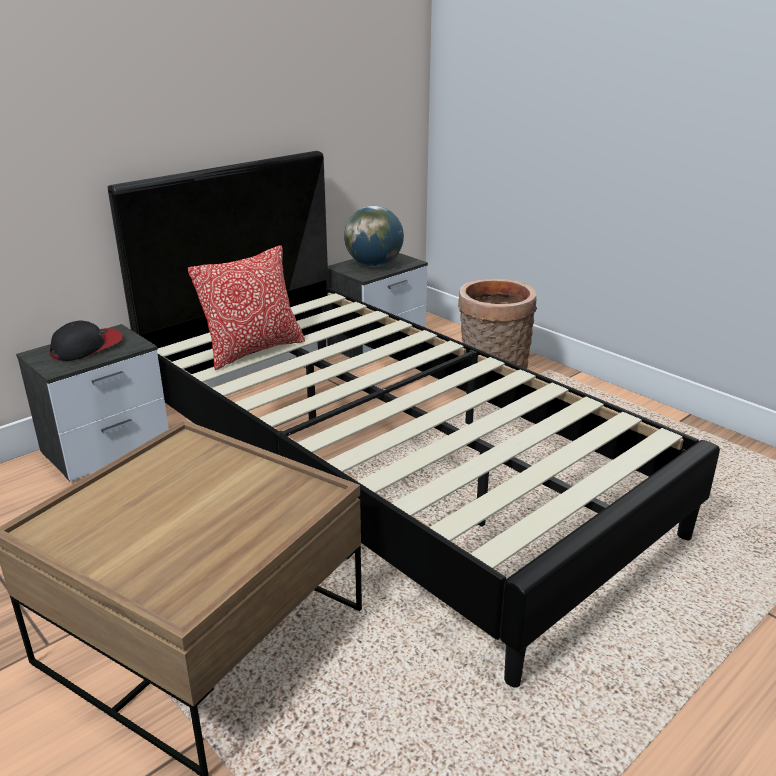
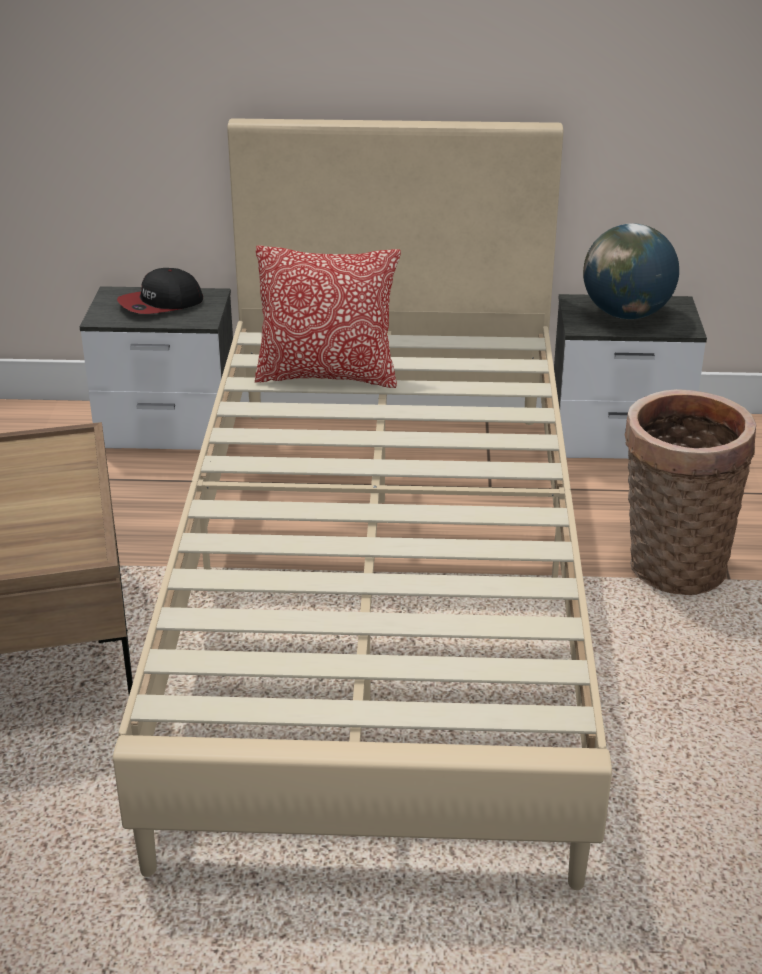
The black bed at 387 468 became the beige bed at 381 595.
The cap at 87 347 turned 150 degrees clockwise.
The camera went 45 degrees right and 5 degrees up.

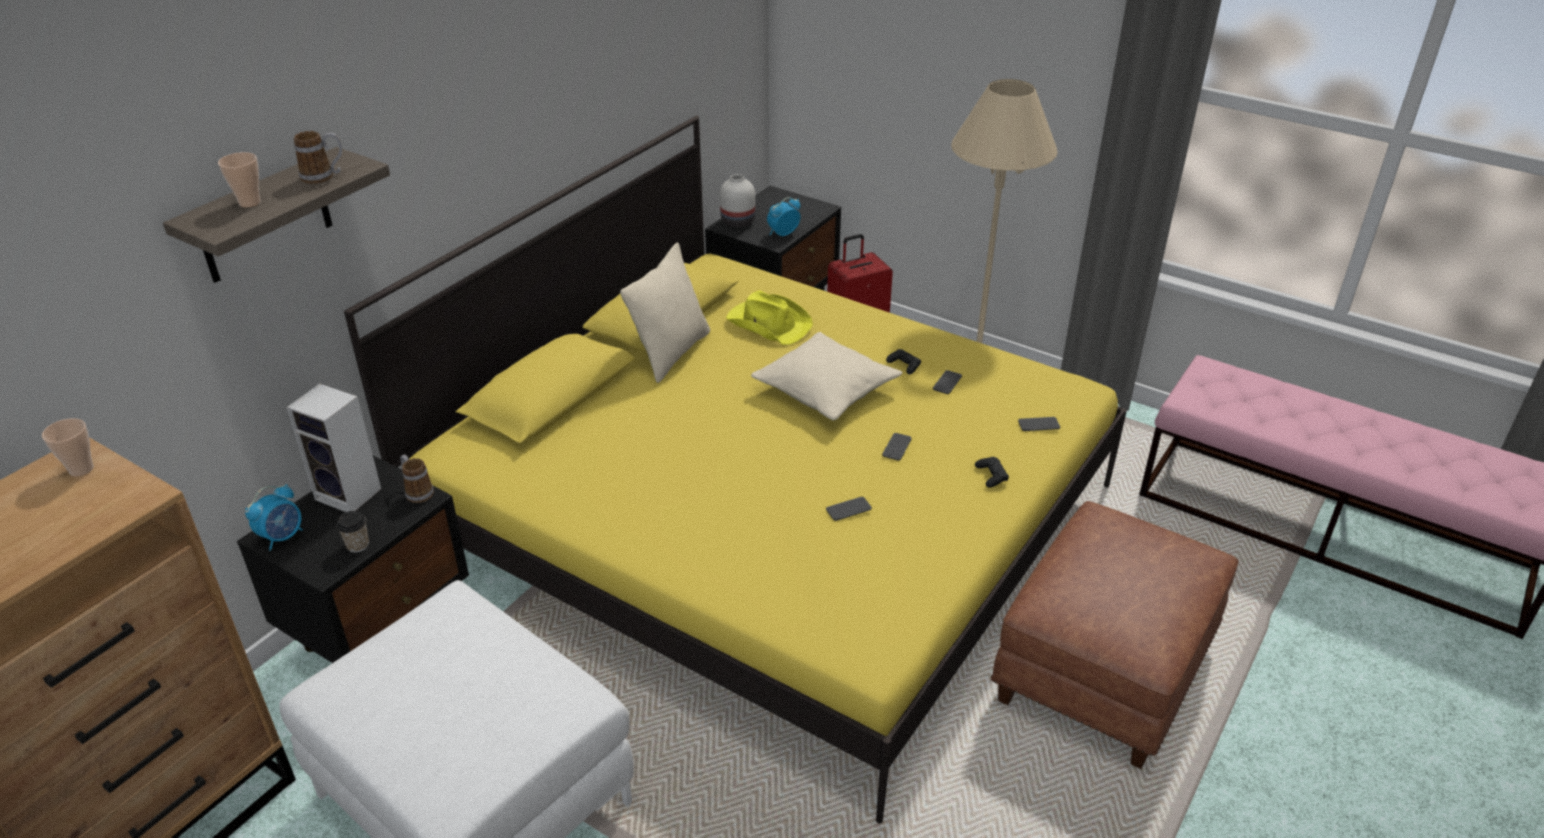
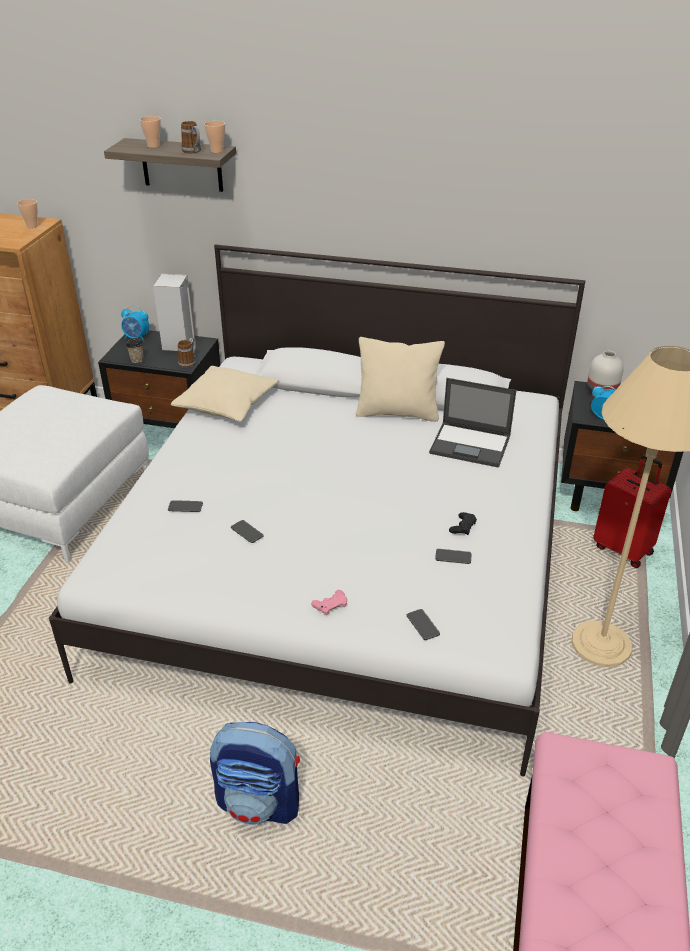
The yellow bed at 771 522 became the white bed at 345 558.
The phone moved from 896 447 to 185 507.
The beige pillow moved from 825 390 to 226 405.
The cup at 217 151 appeared.
The brown ottoman at 1102 669 was replaced by the backpack at 260 802.
The black game controller at 991 475 became the pink game controller at 330 605.
The yellow hat at 768 323 was replaced by the laptop at 471 445.
The camera went 70 degrees right and 0 degrees up.

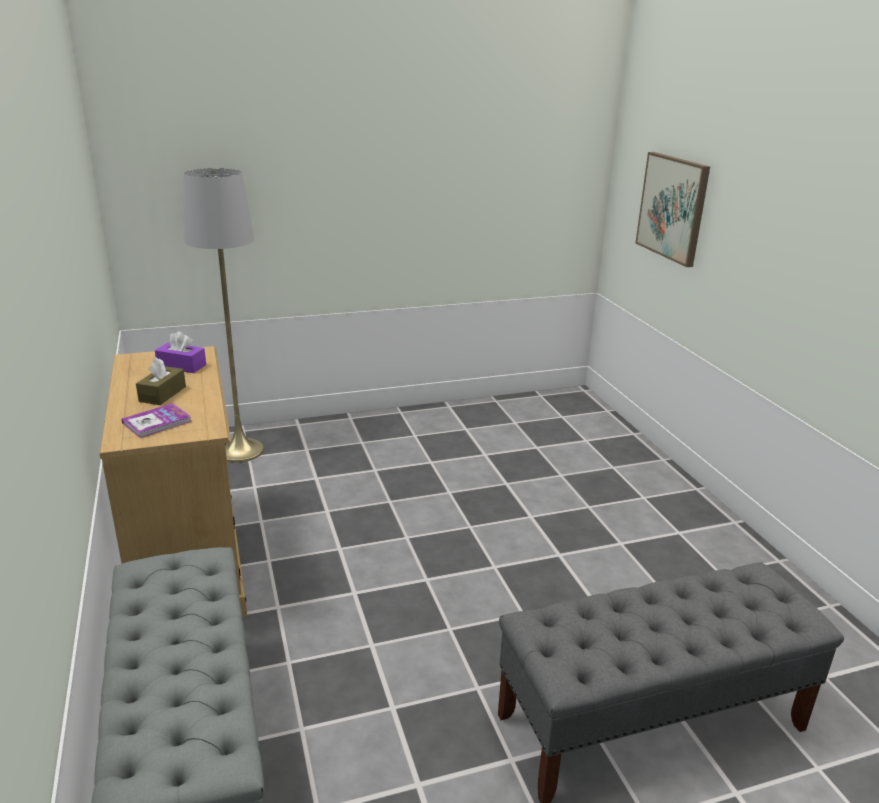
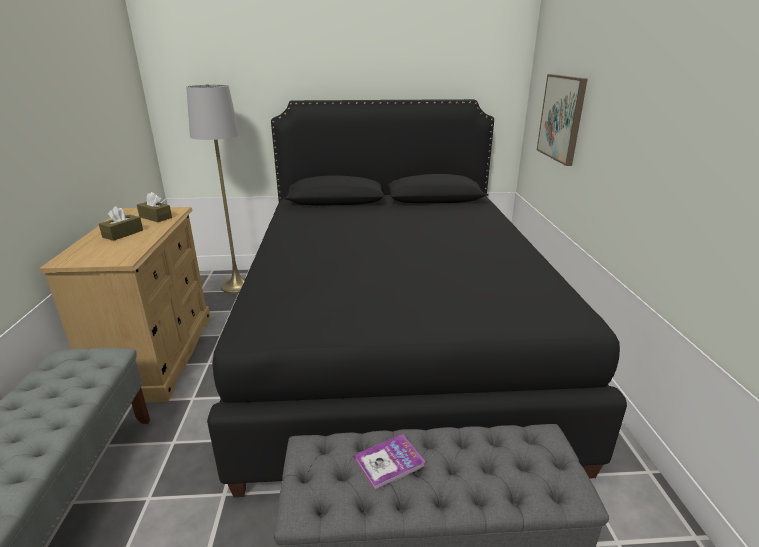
The purple tissue box at 181 366 became the brown tissue box at 155 217.
The black bed at 394 343 appeared.
The book moved from 157 422 to 389 462.
The camera went 15 degrees right and 0 degrees up.

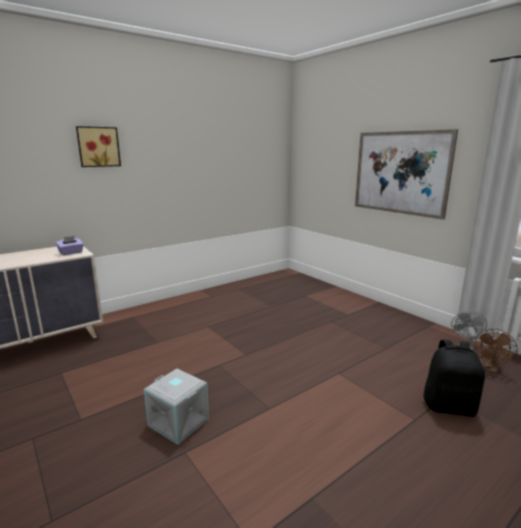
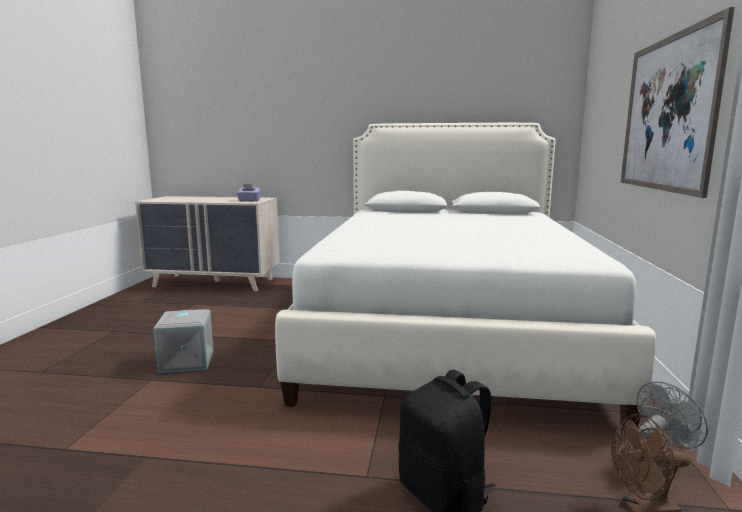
The white bed at 449 329 appeared.
The picture at 98 147 disappeared.
The camera went 45 degrees right and 5 degrees down.

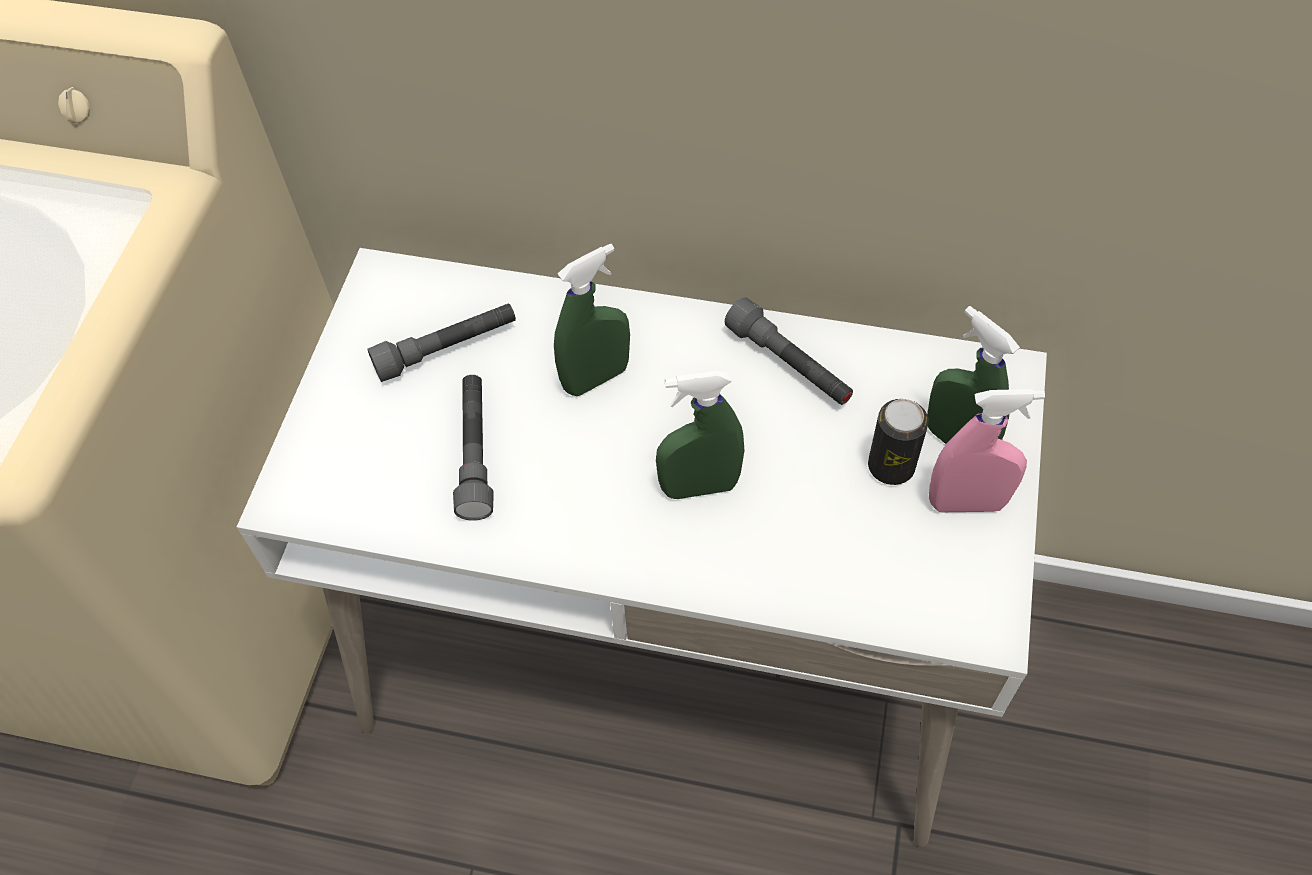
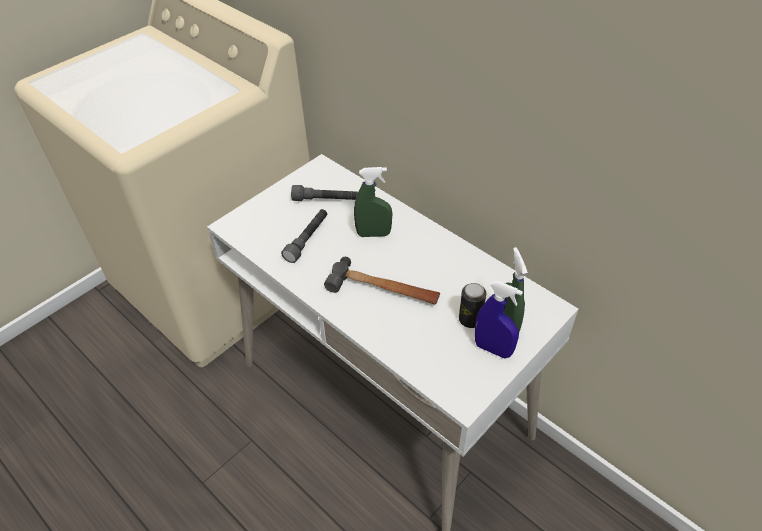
The green spray bottle at 699 487 was replaced by the hammer at 383 290.
The pink spray bottle at 966 503 became the blue spray bottle at 493 349.
The grey flashlight at 789 365 disappeared.
The camera went 30 degrees right and 10 degrees down.

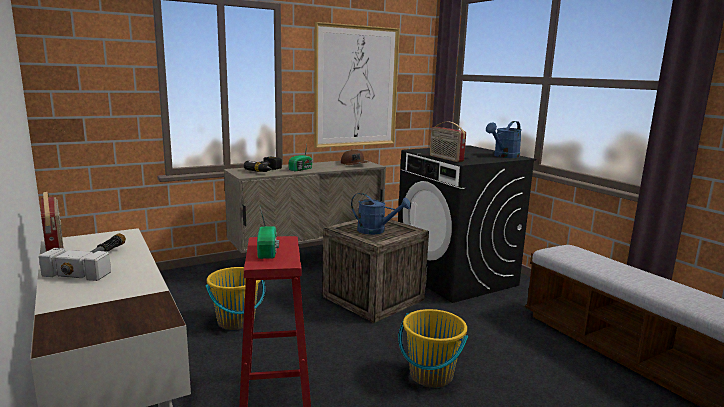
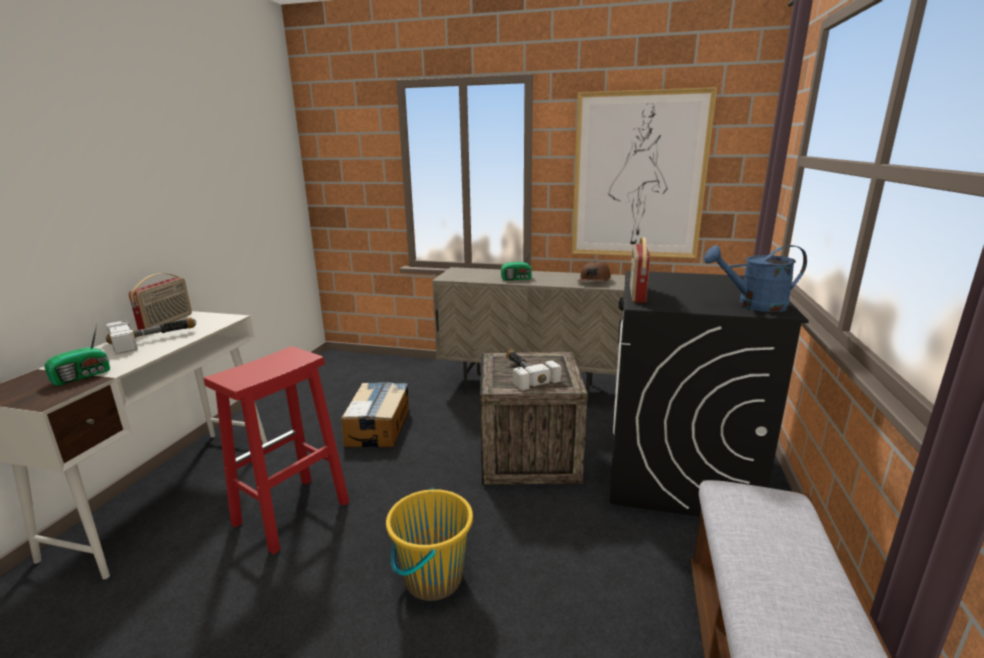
The radio moved from 268 251 to 83 376.
The yellow bucket at 236 322 was replaced by the cardboard box at 379 426.
The blue watering can at 376 231 was replaced by the hammer at 525 373.
The power drill at 267 171 disappeared.
The camera went 45 degrees right and 5 degrees up.

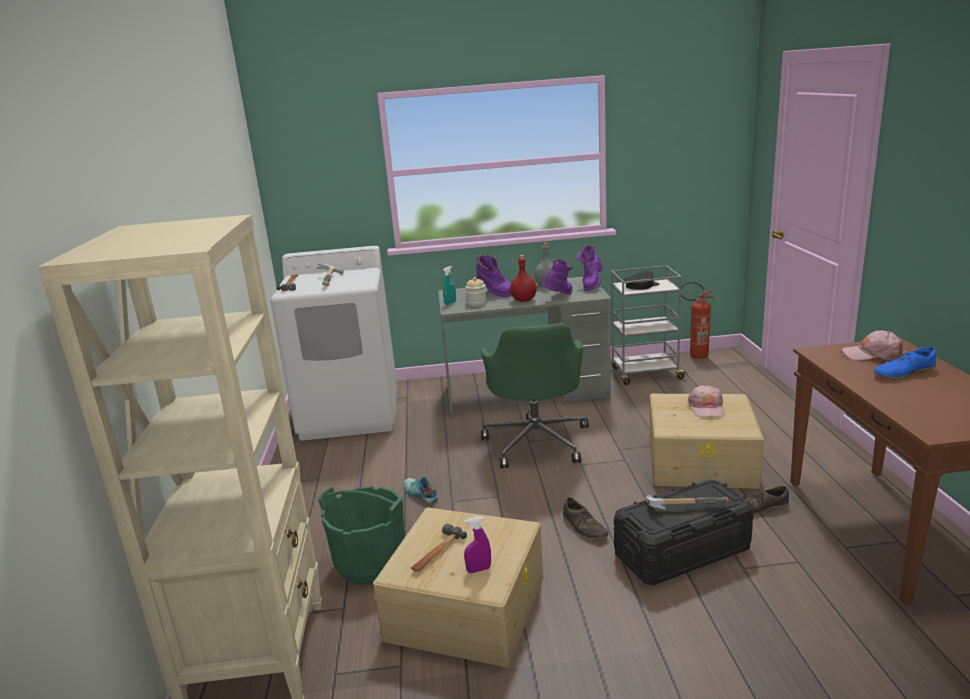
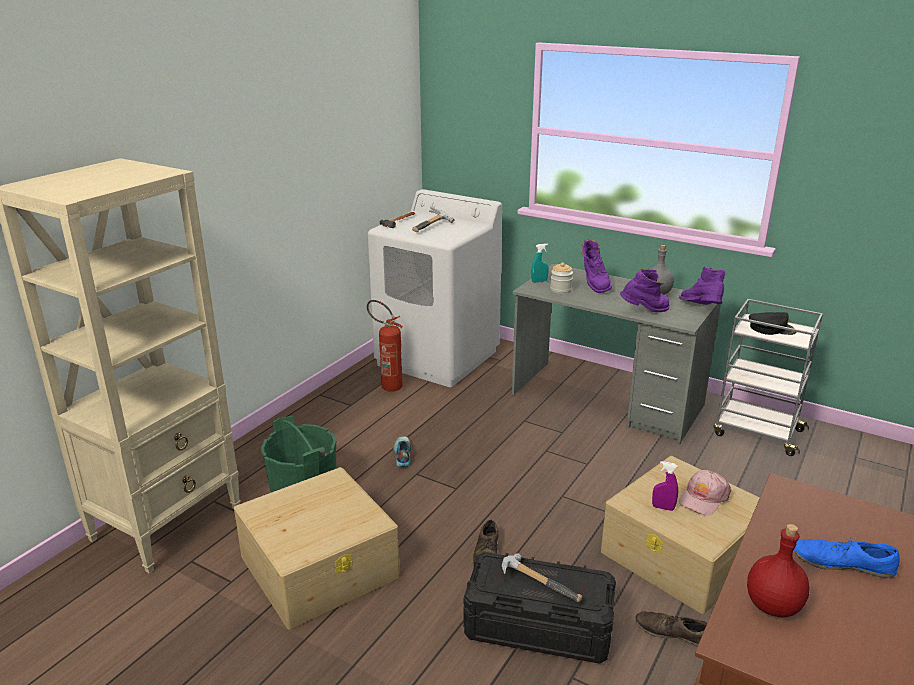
The fire extinguisher moved from 694 356 to 387 385.
The purple spray bottle moved from 479 569 to 663 508.
The purple boot at 591 285 turned 105 degrees clockwise.
The red bottle moved from 524 300 to 774 606.
The hammer at 437 552 disappeared.
The green office chair at 537 441 disappeared.
The pink cap at 873 354 disappeared.
The camera went 35 degrees right and 5 degrees up.

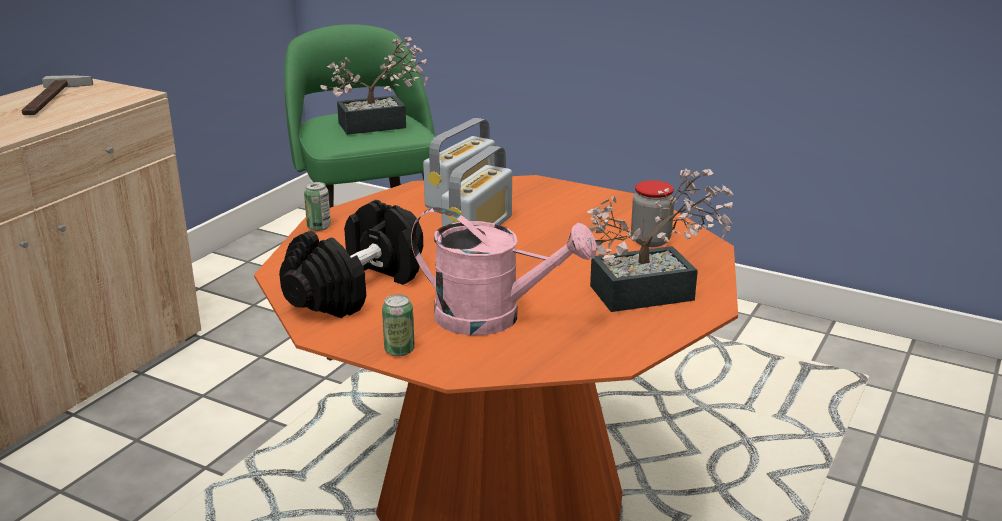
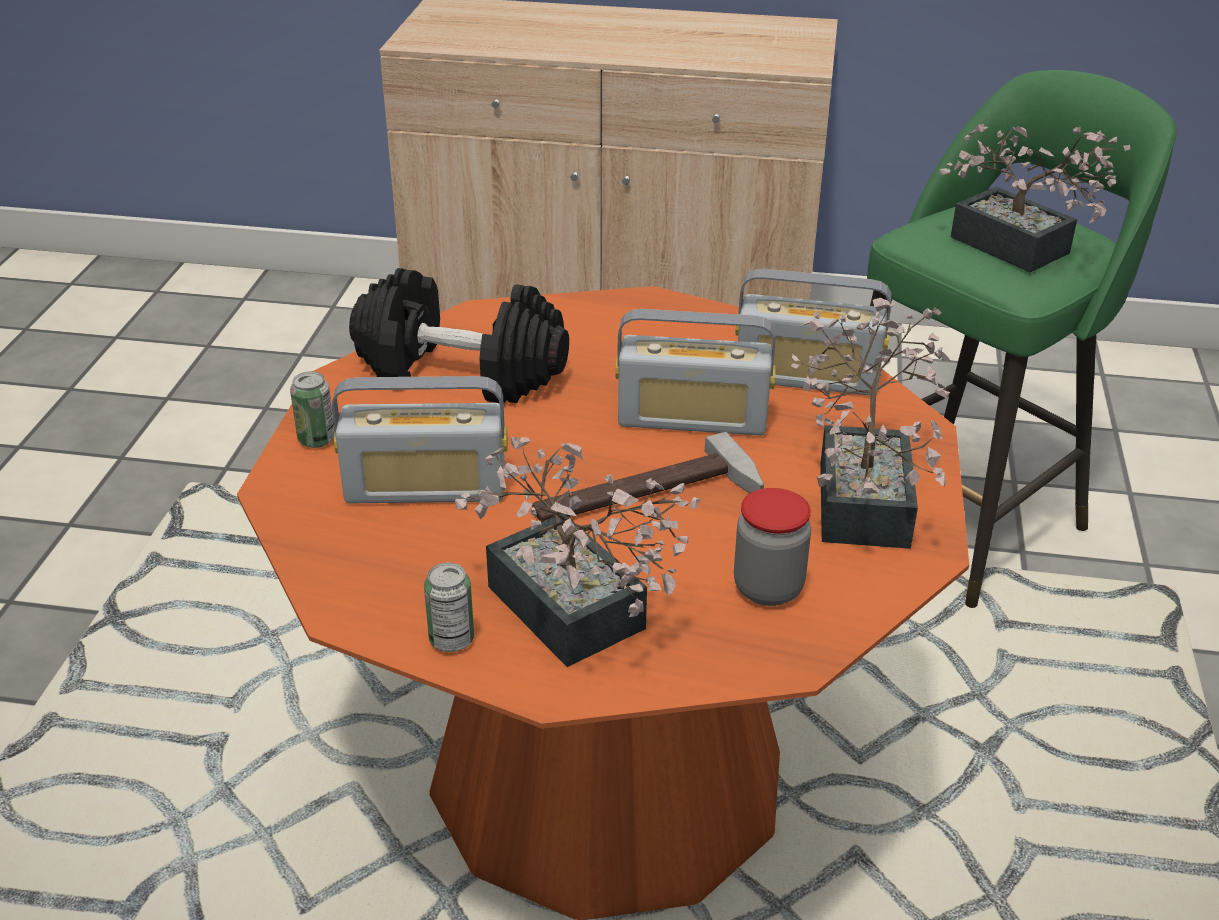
The pink watering can at 493 318 was replaced by the radio at 426 488.
The can moved from 319 227 to 451 640.
The hammer moved from 54 99 to 647 498.
The potted plant at 865 493 appeared.
The camera went 70 degrees right and 10 degrees up.

